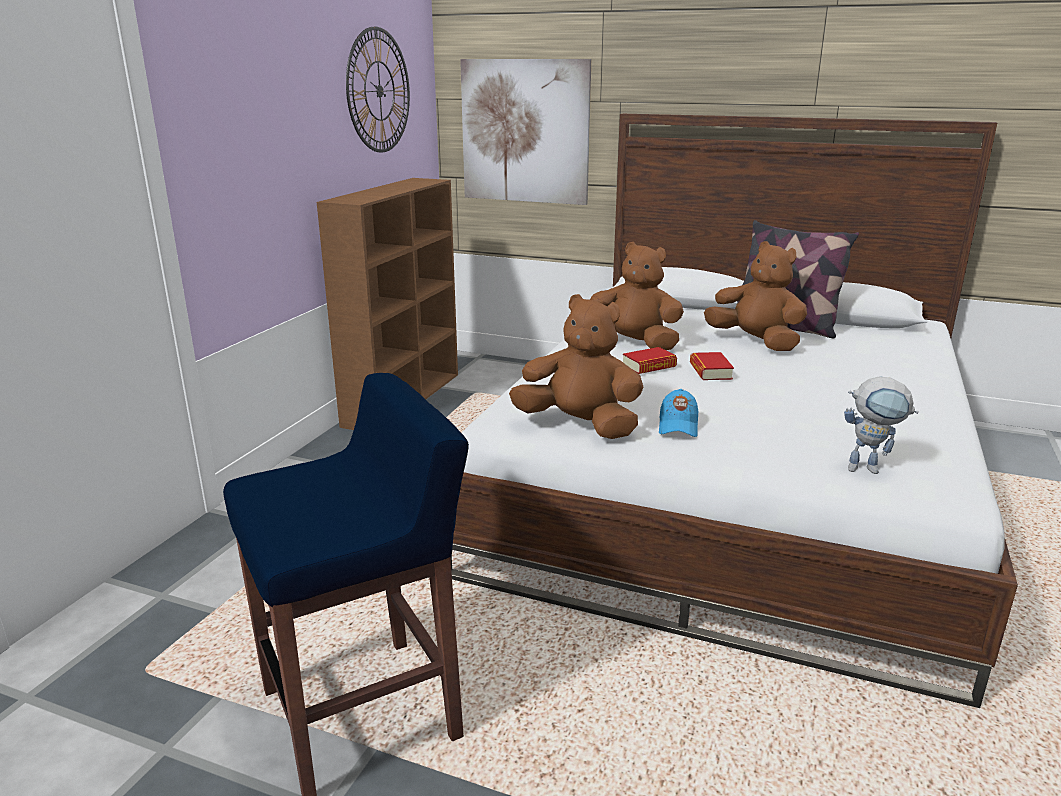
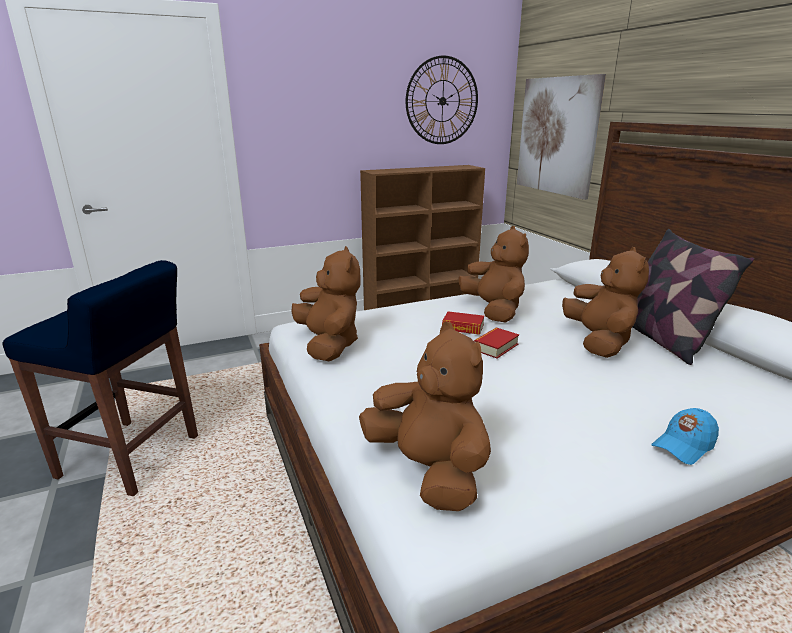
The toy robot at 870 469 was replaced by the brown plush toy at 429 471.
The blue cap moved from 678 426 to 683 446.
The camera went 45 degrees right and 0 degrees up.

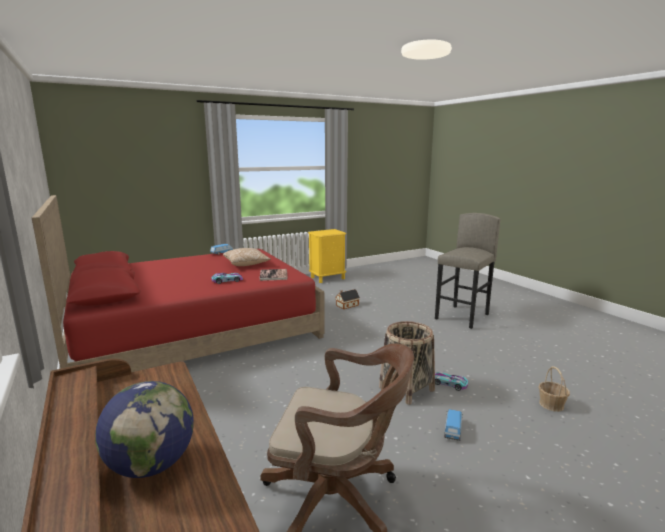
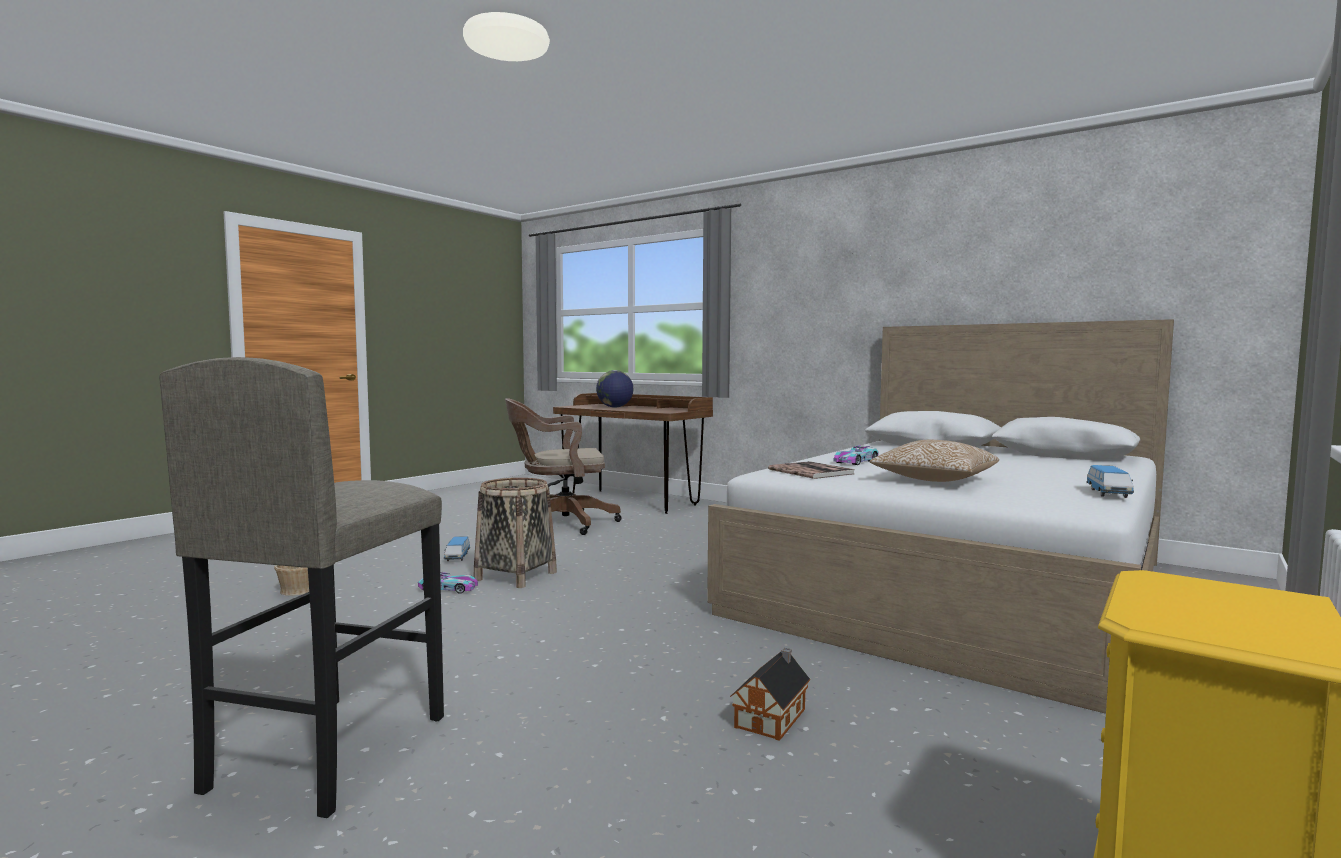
The red bed at 193 331 became the white bed at 959 586.
The camera went 155 degrees right and 10 degrees down.

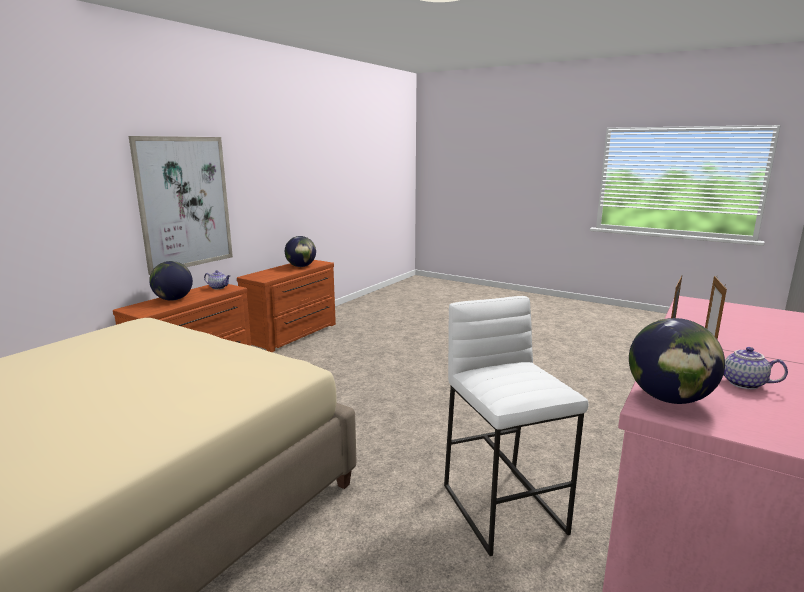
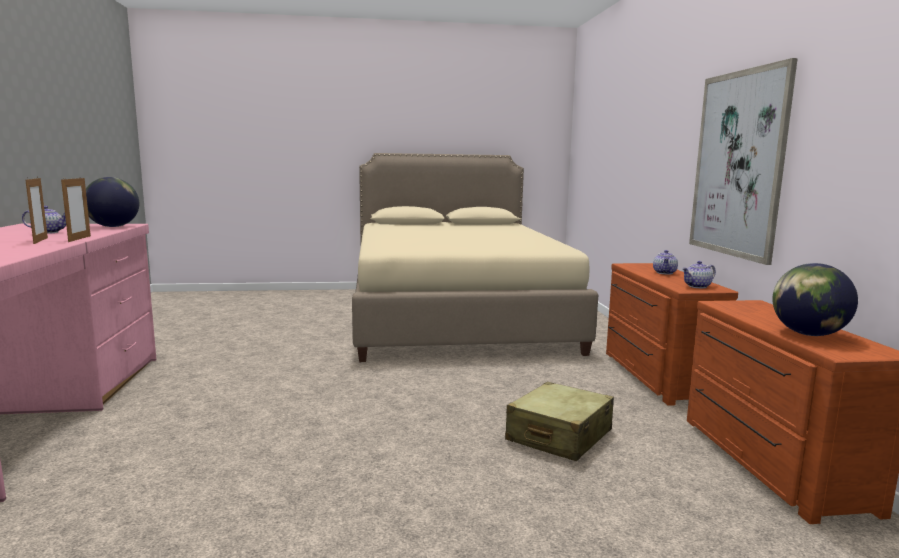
The beige suitcase at 559 436 appeared.
The globe at 173 299 was replaced by the teapot at 665 273.
The white stool at 504 508 disappeared.
The camera went 140 degrees right and 5 degrees down.

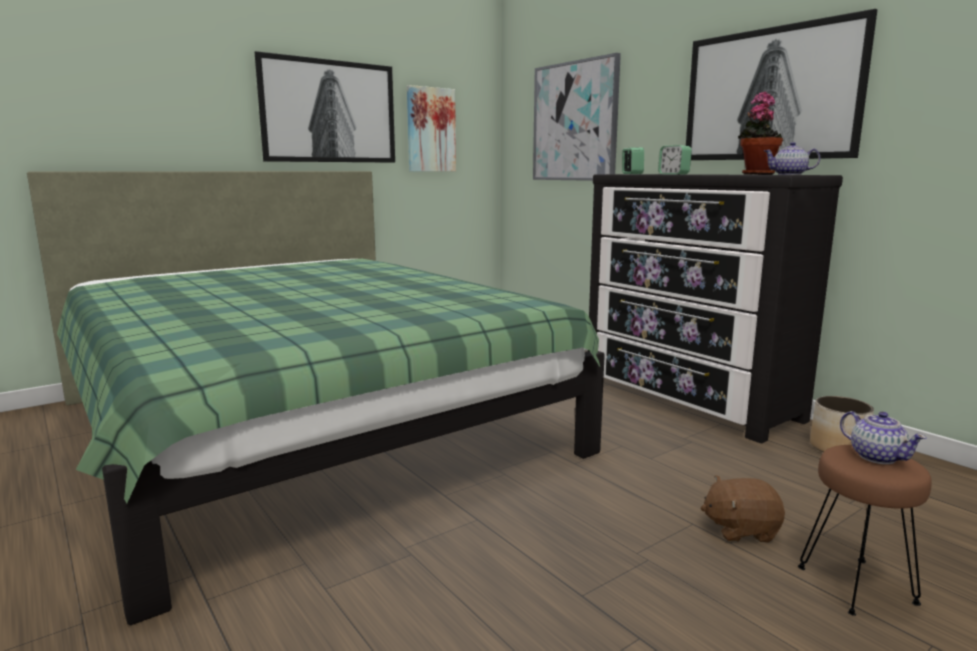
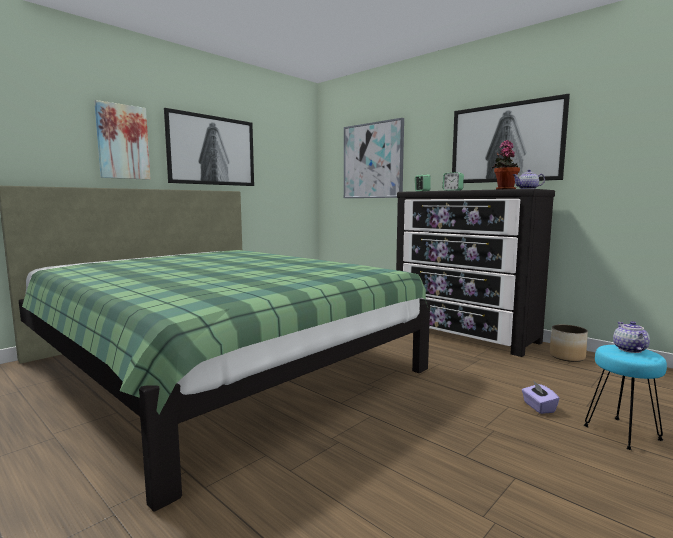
The picture moved from 431 130 to 122 142.
The brown plush toy at 740 529 was replaced by the purple tissue box at 538 407.
The brown stool at 854 585 became the turquoise stool at 621 433.
The teapot at 876 456 turned 135 degrees counterclockwise.
The camera went 10 degrees left and 5 degrees down.

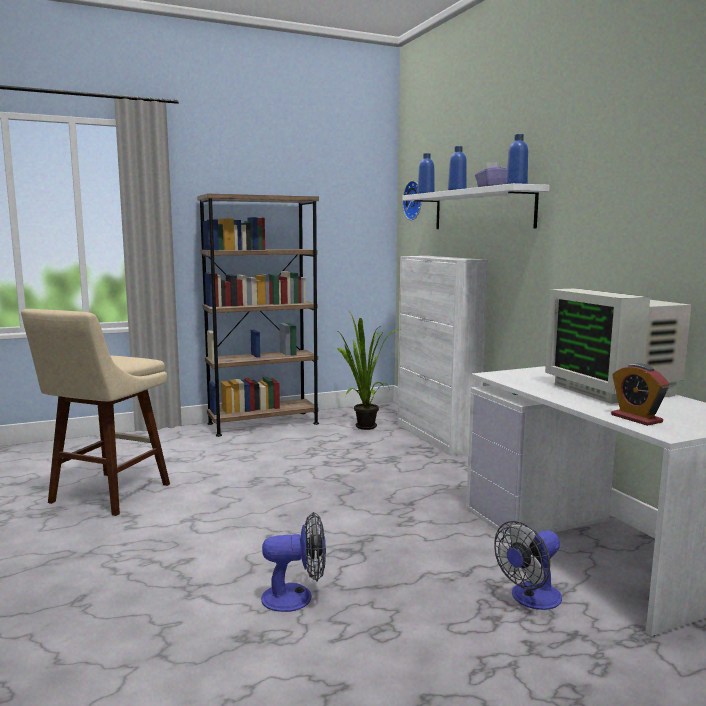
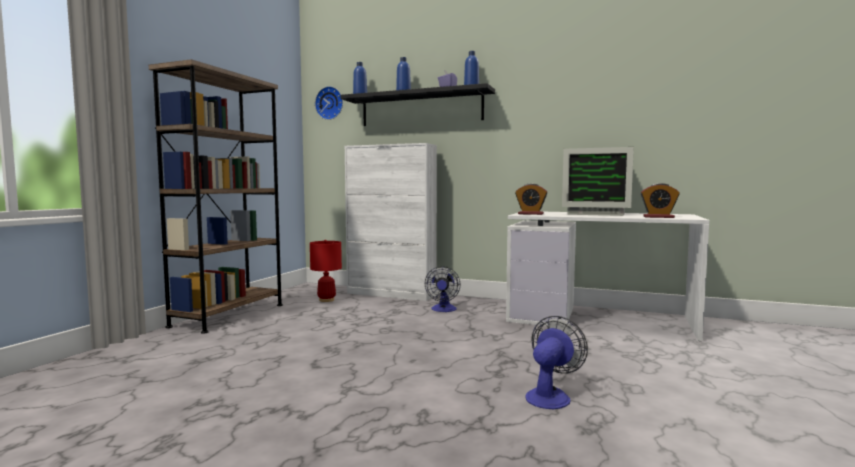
The potted plant at 362 428 was replaced by the red table lamp at 326 300.
The white shelf at 481 210 became the black shelf at 421 109.
The fan moved from 530 599 to 443 310.
The alarm clock at 530 214 appeared.
The beige stool at 106 495 disappeared.
The camera went 45 degrees left and 5 degrees down.

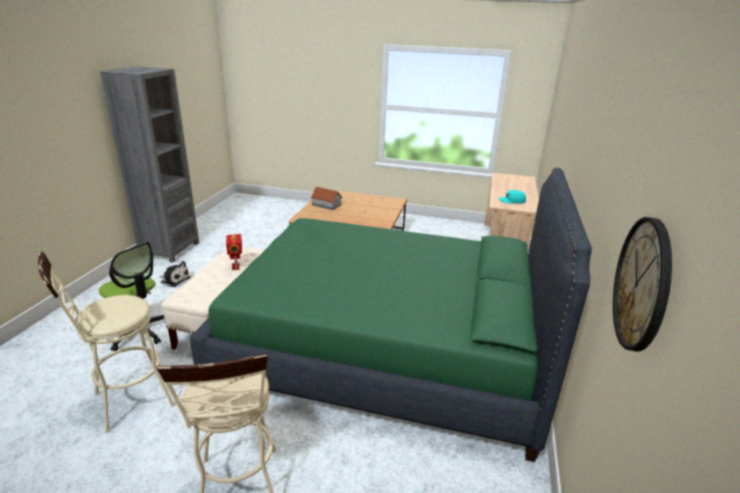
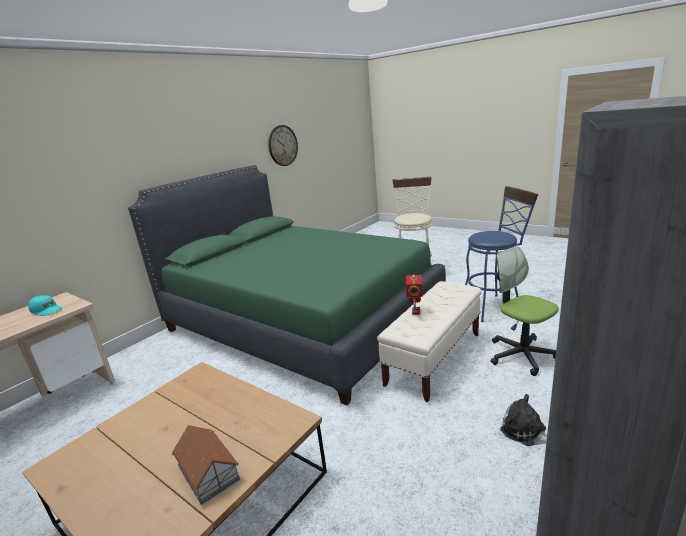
The beige stool at 126 402 became the blue stool at 494 307.
The camera went 155 degrees left and 5 degrees down.

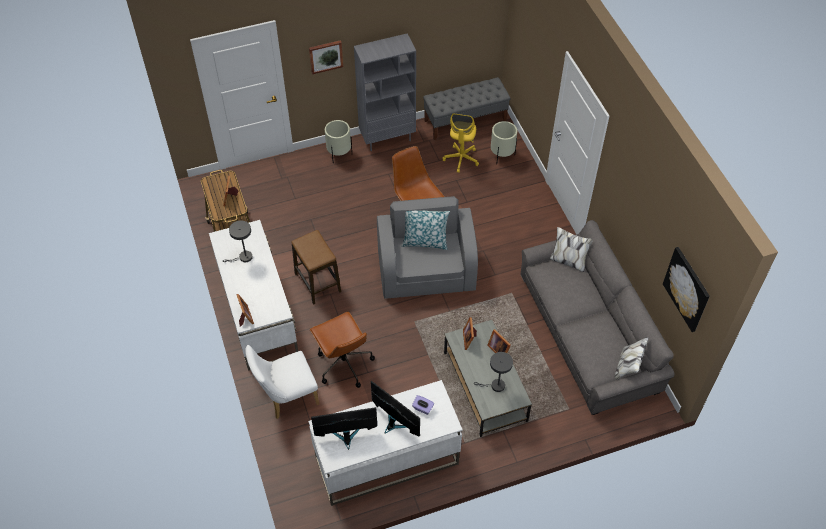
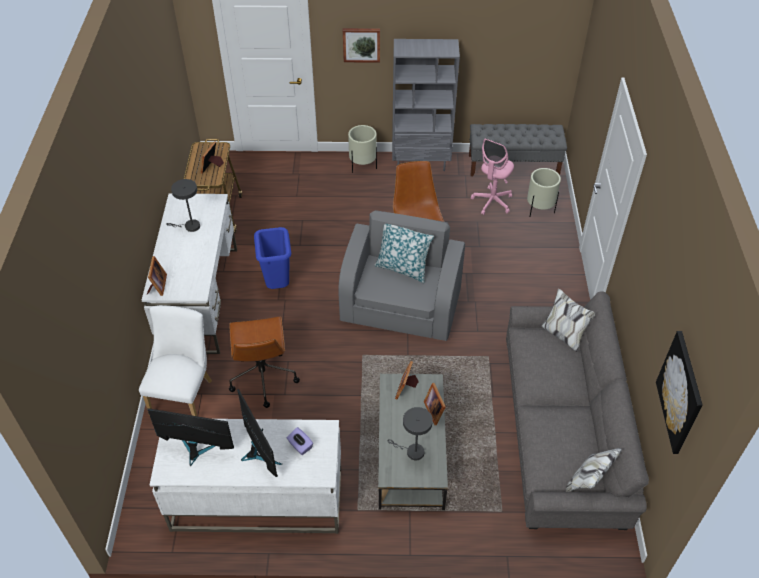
The white chair at 286 397 turned 105 degrees clockwise.
The stool at 318 283 was replaced by the blue trash can at 277 285.
The yellow office chair at 461 159 became the pink office chair at 492 202.
The camera went 20 degrees right and 5 degrees down.

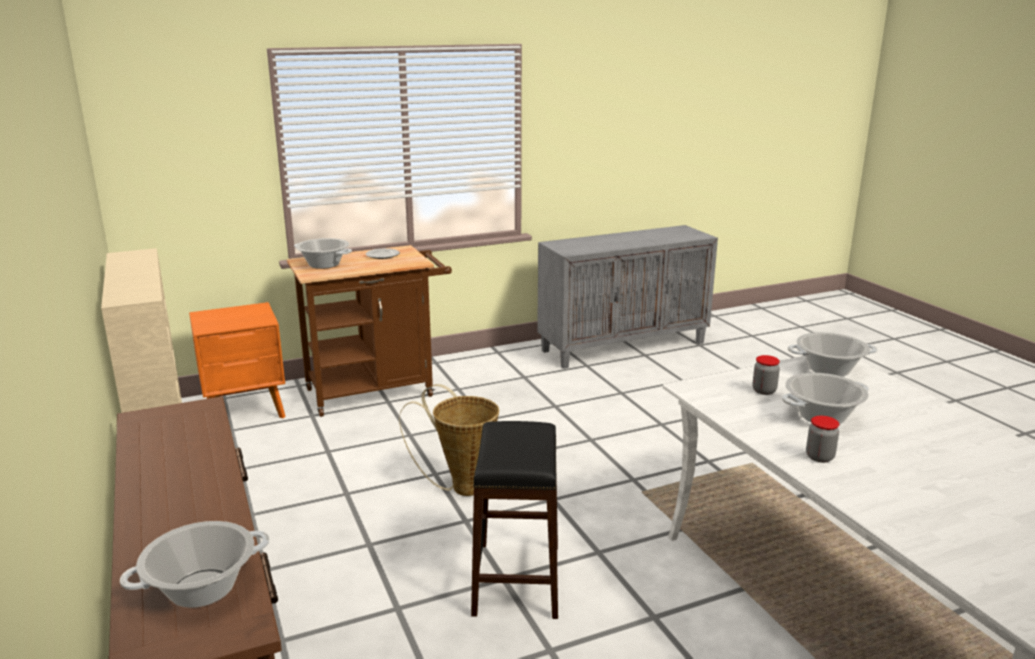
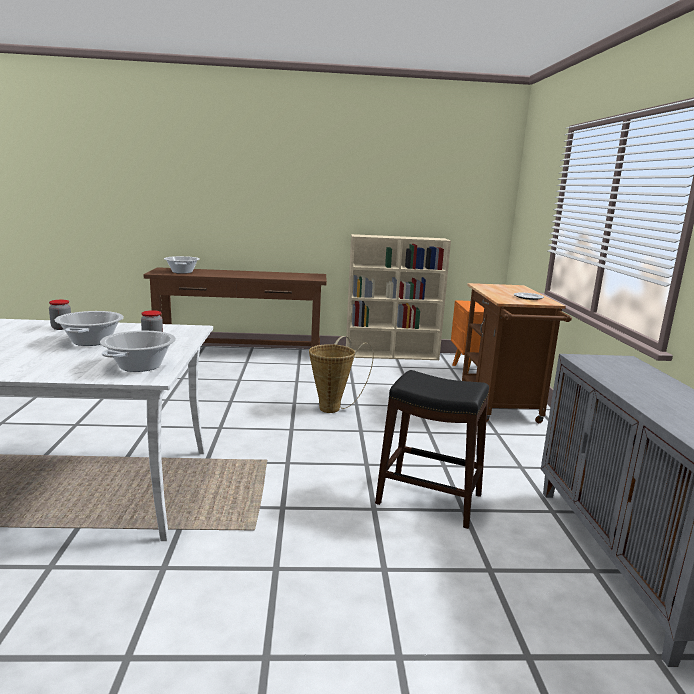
The black stool moved from 516 579 to 429 499.
The cooking pot at 324 265 disappeared.
The camera went 110 degrees right and 5 degrees down.

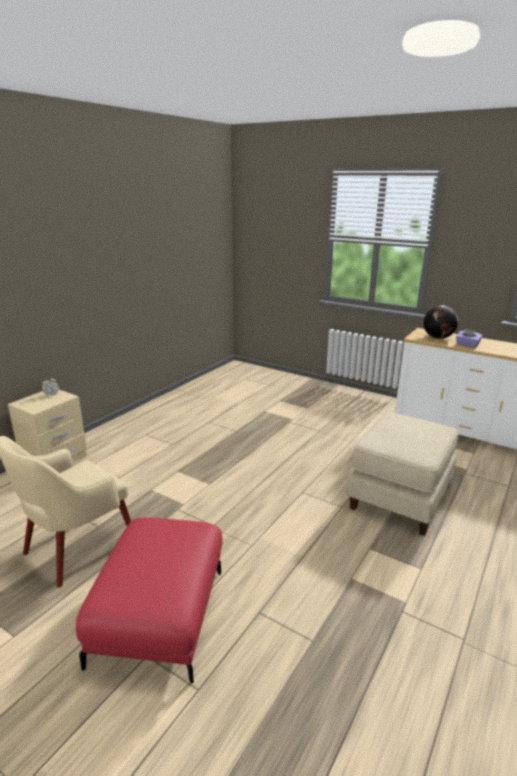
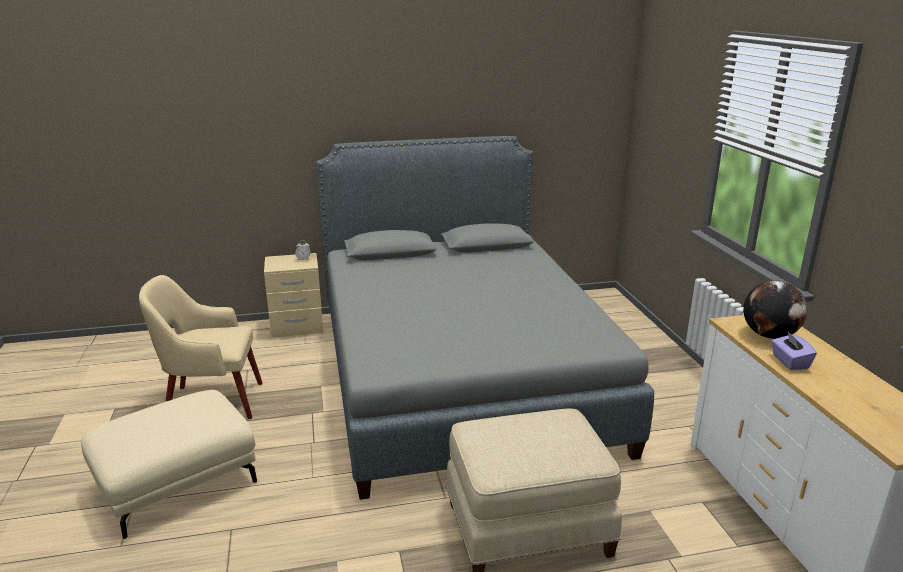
The red ottoman at 161 617 became the beige ottoman at 176 484.
The grey bed at 458 375 appeared.
The camera went 45 degrees right and 0 degrees up.

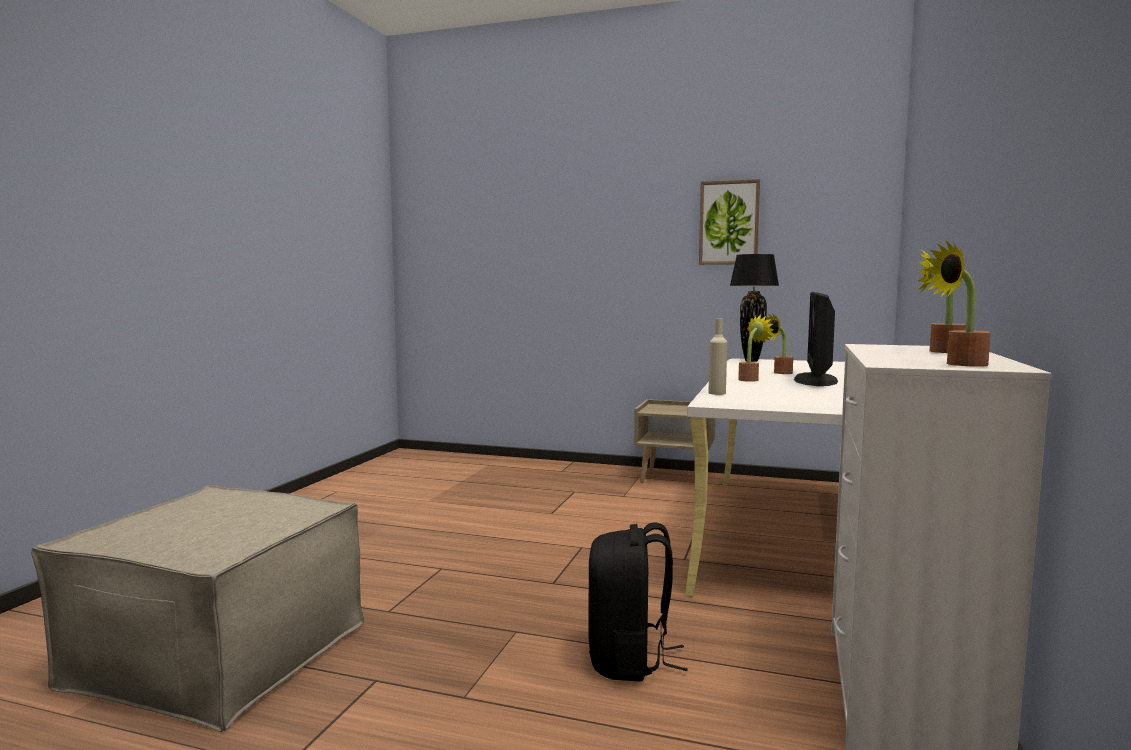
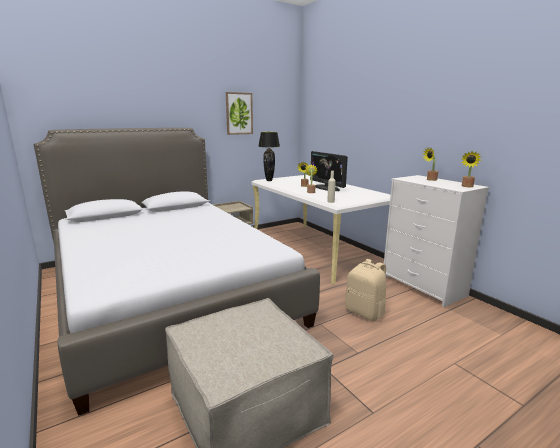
The bed at 168 292 appeared.
The black backpack at 629 660 became the beige backpack at 365 312.
The camera went 50 degrees left and 10 degrees up.

